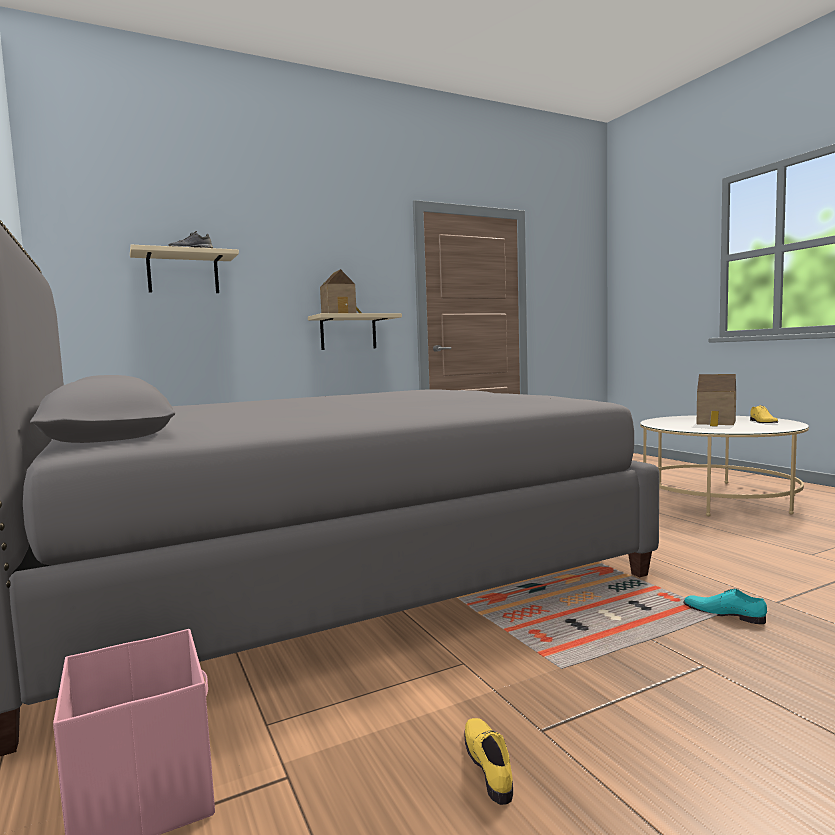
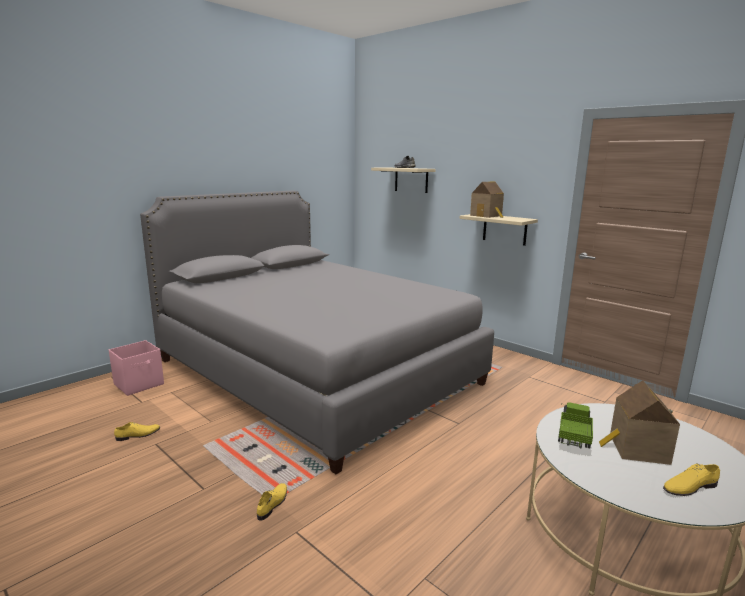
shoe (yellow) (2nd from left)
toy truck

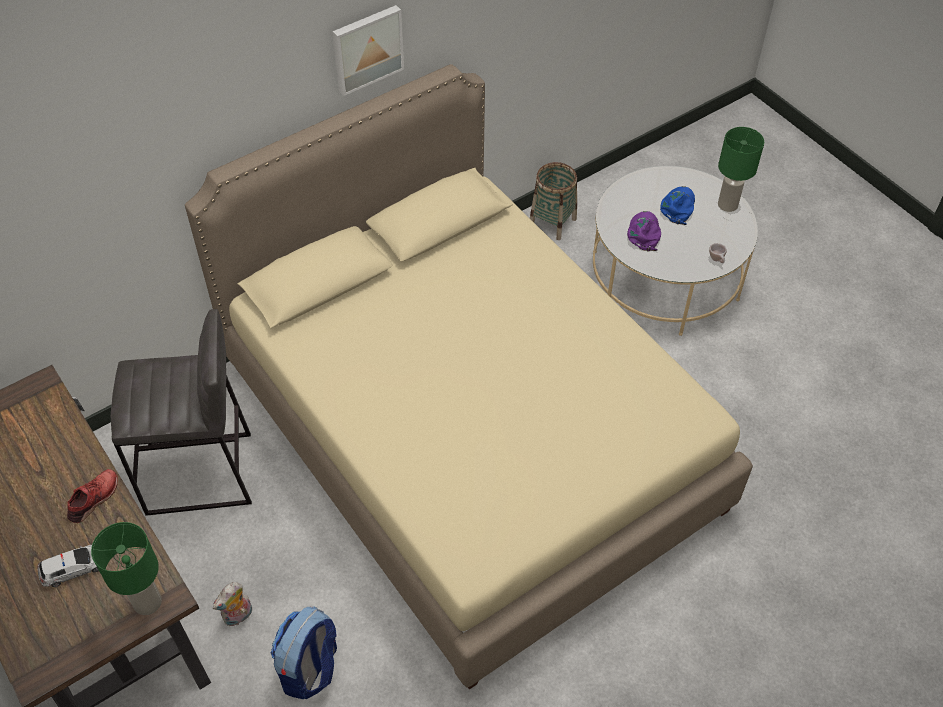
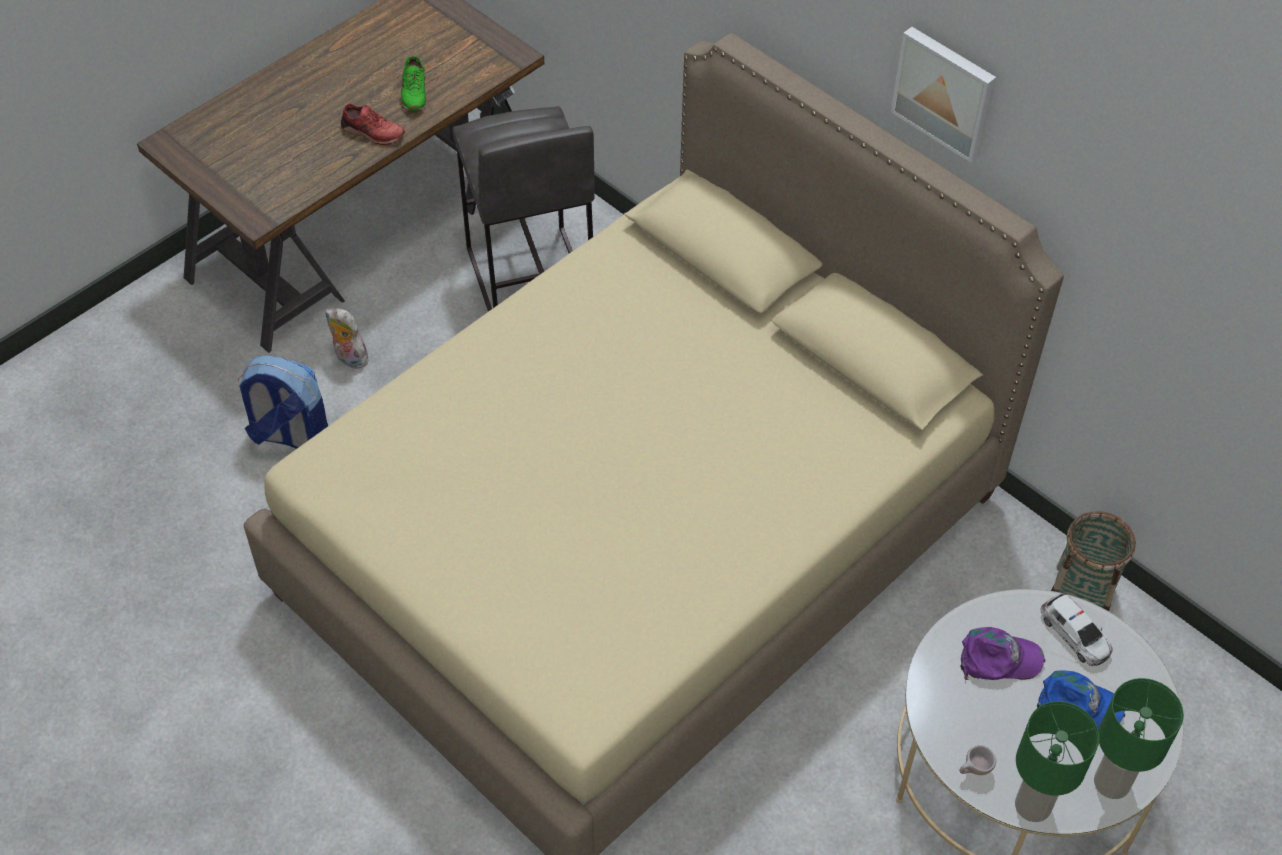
table lamp (green) (1st from left)
toy car
shoe (green)

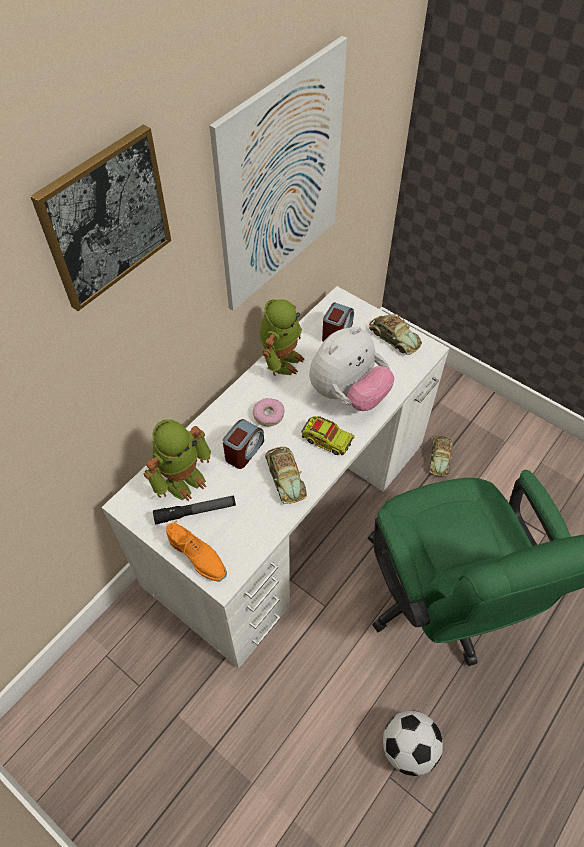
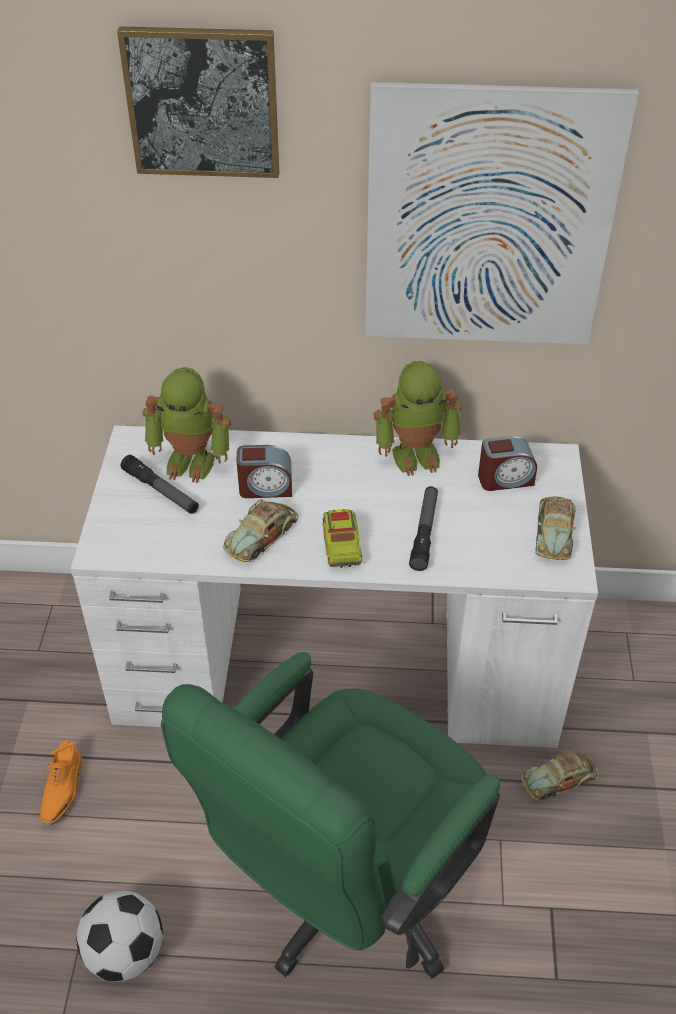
flashlight (2nd from left)
donut
shoe (orange)

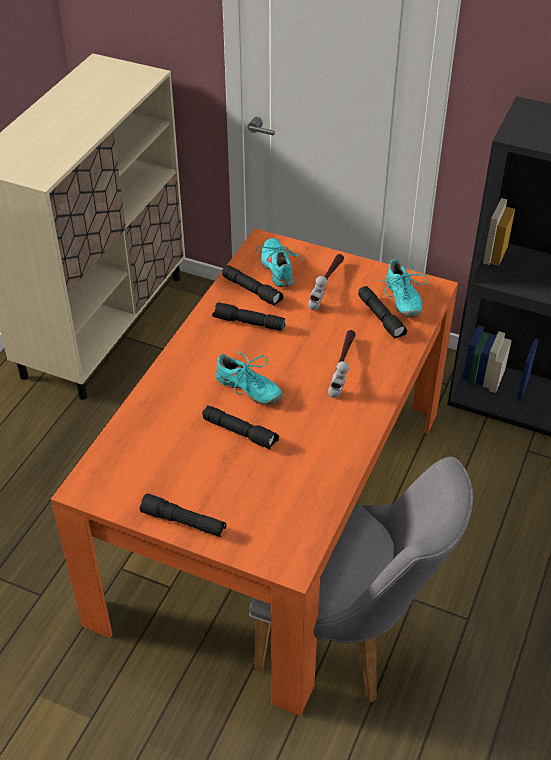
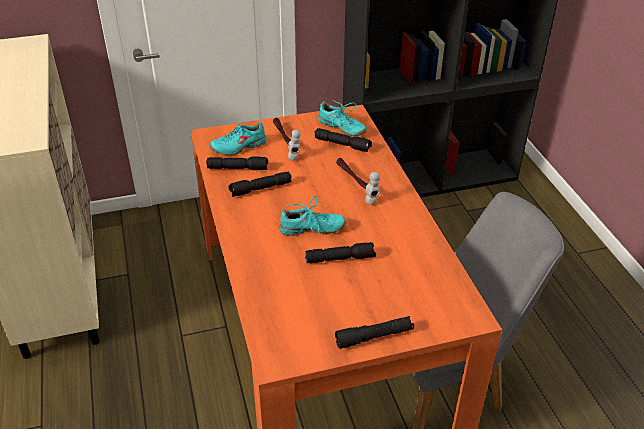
shoe (turquoise) (1st from left)

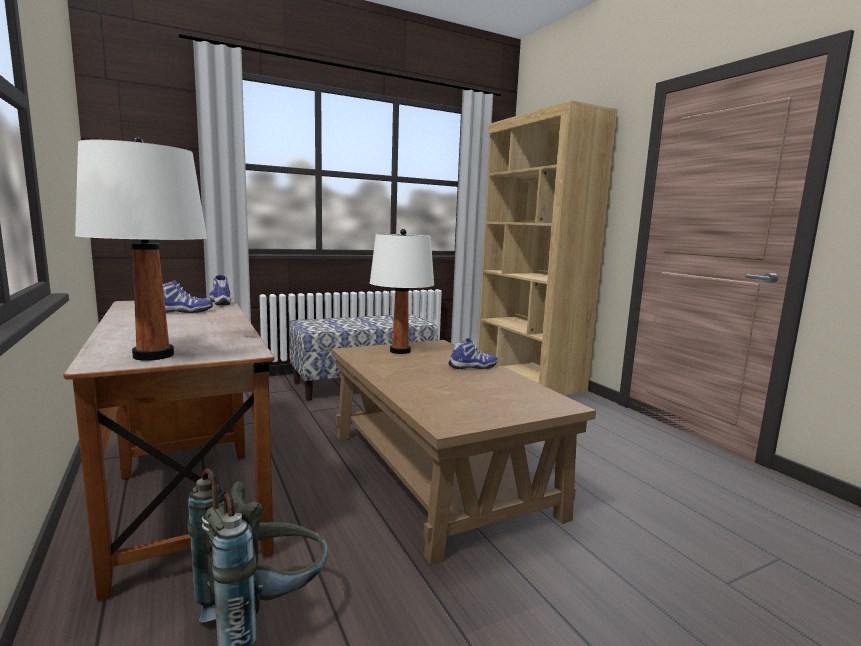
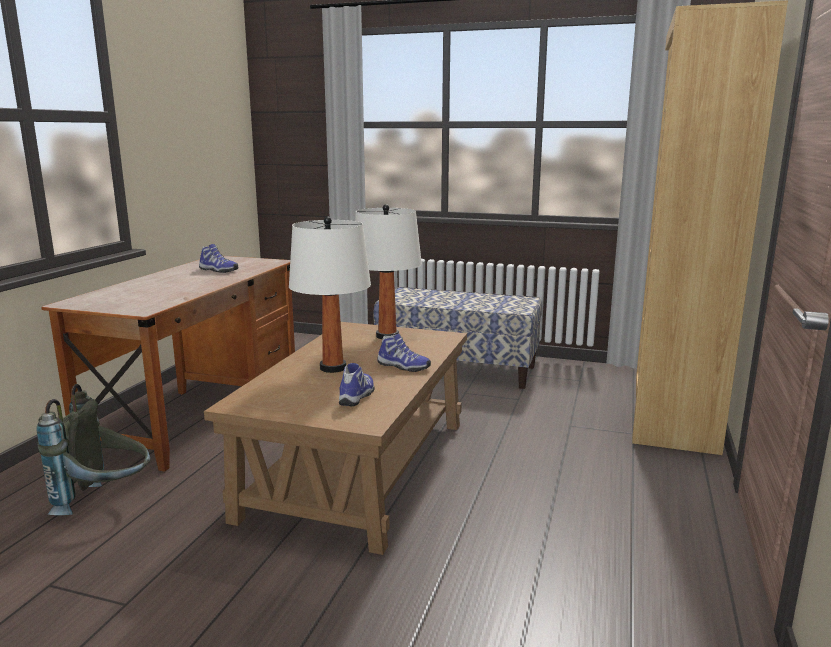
table lamp (white) (1st from left)
shoe (2nd from left)

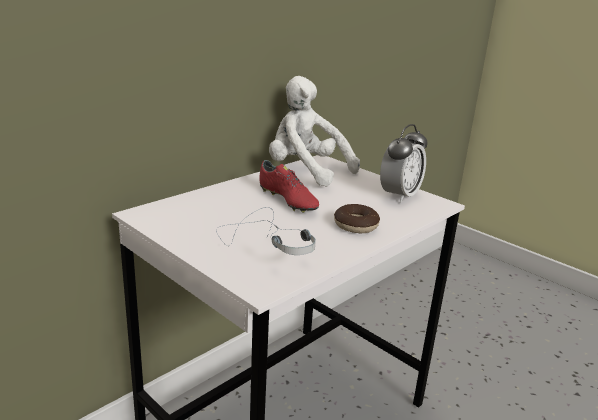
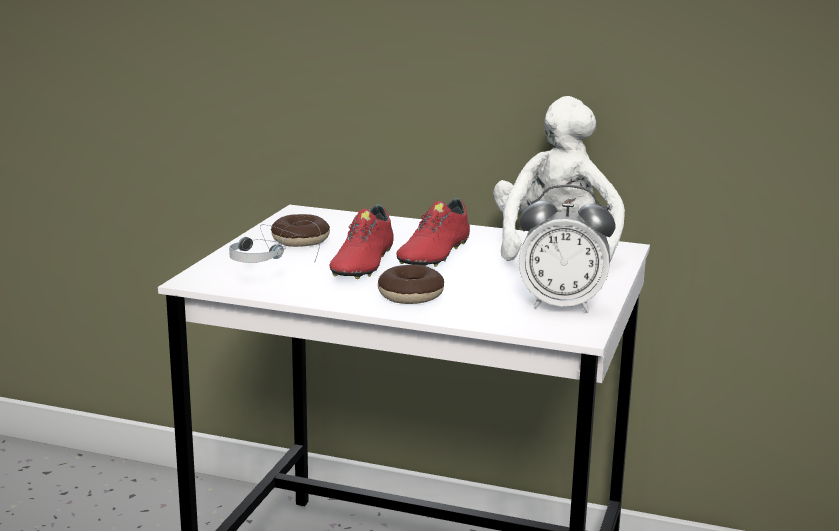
shoe (red) (1st from left)
donut (1st from left)

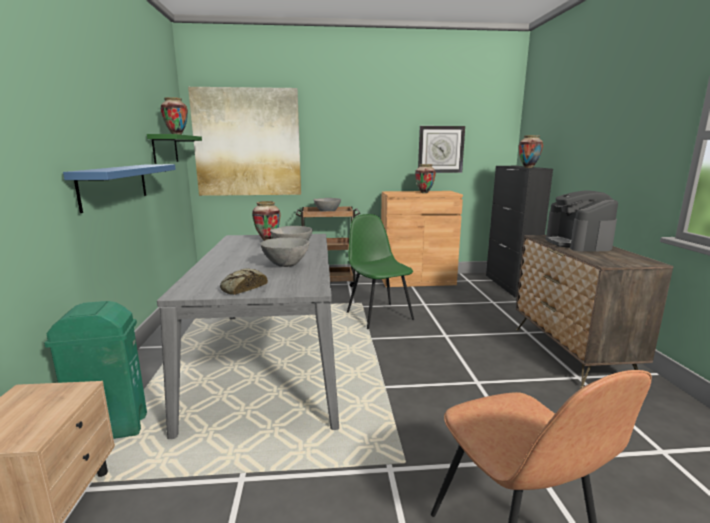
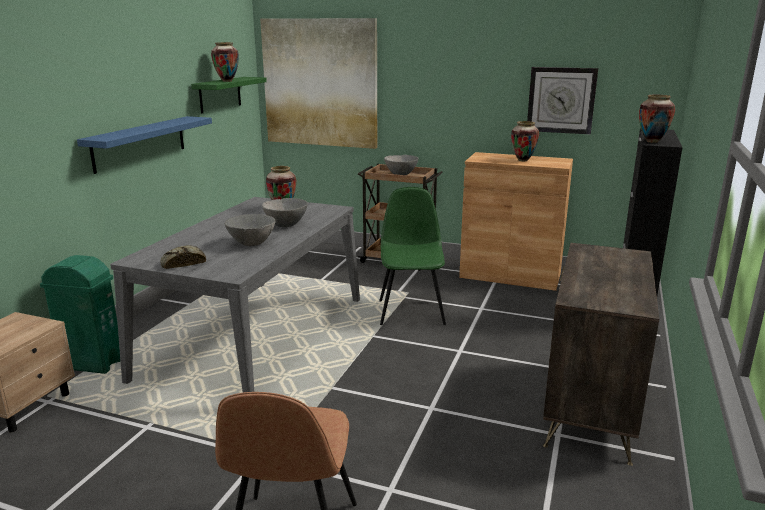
coffee machine

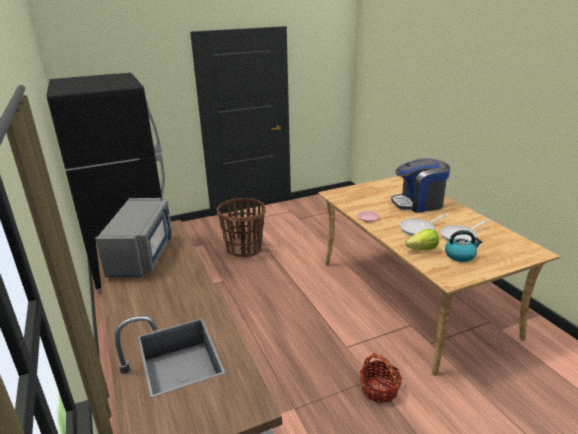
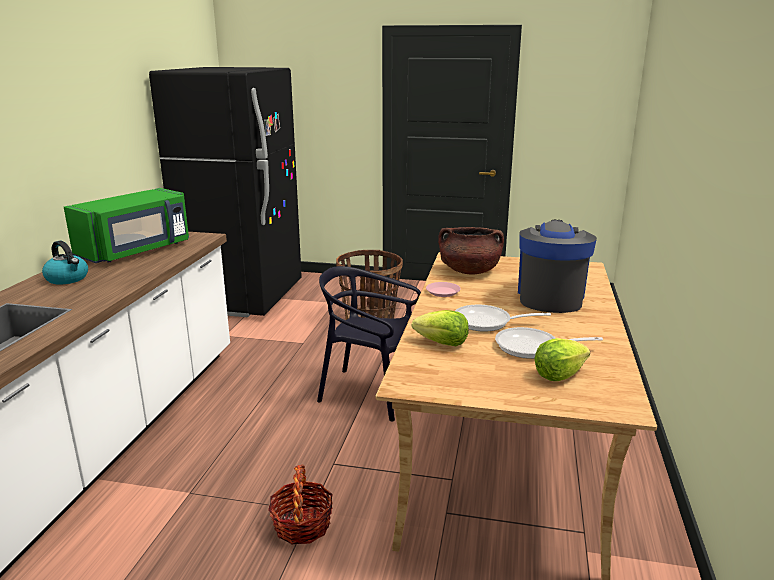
coffee machine
microwave (green)
kettle
cooking pot (brown)
chair (black)
lettuce (2nd from left)

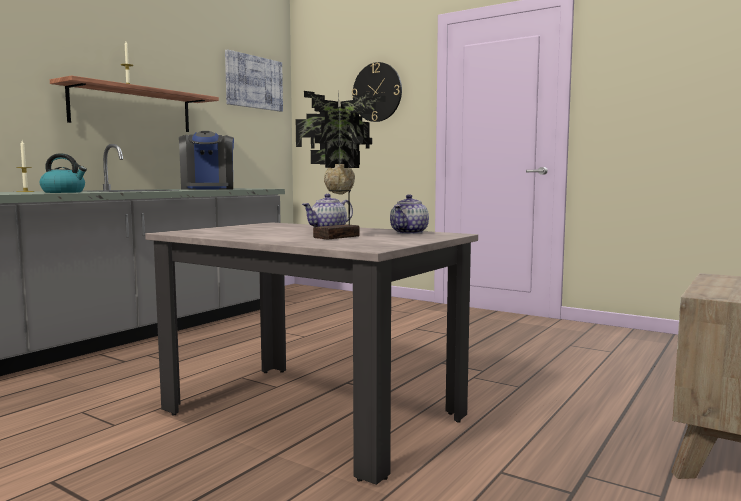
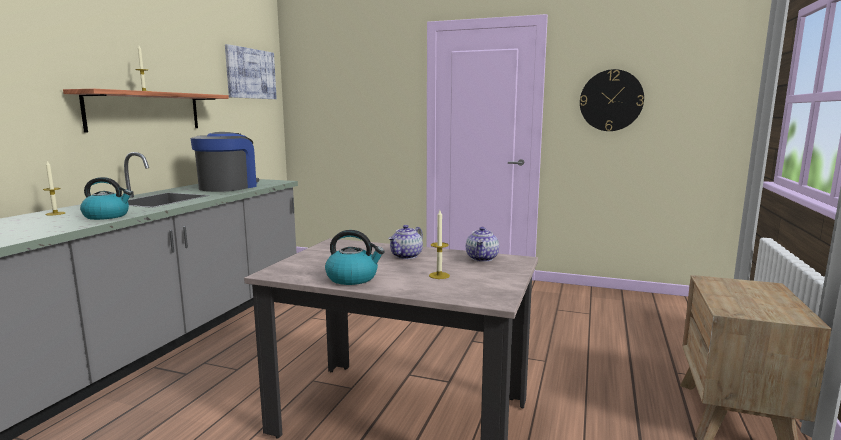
wall clock
candle (3rd from left)
coffee machine
kettle (2nd from left)

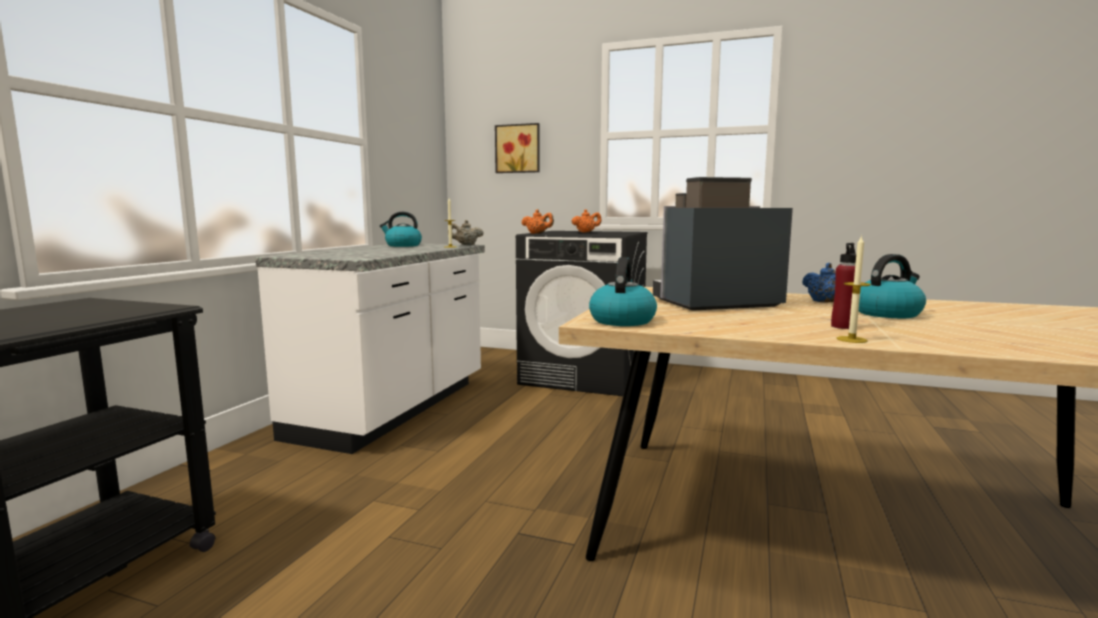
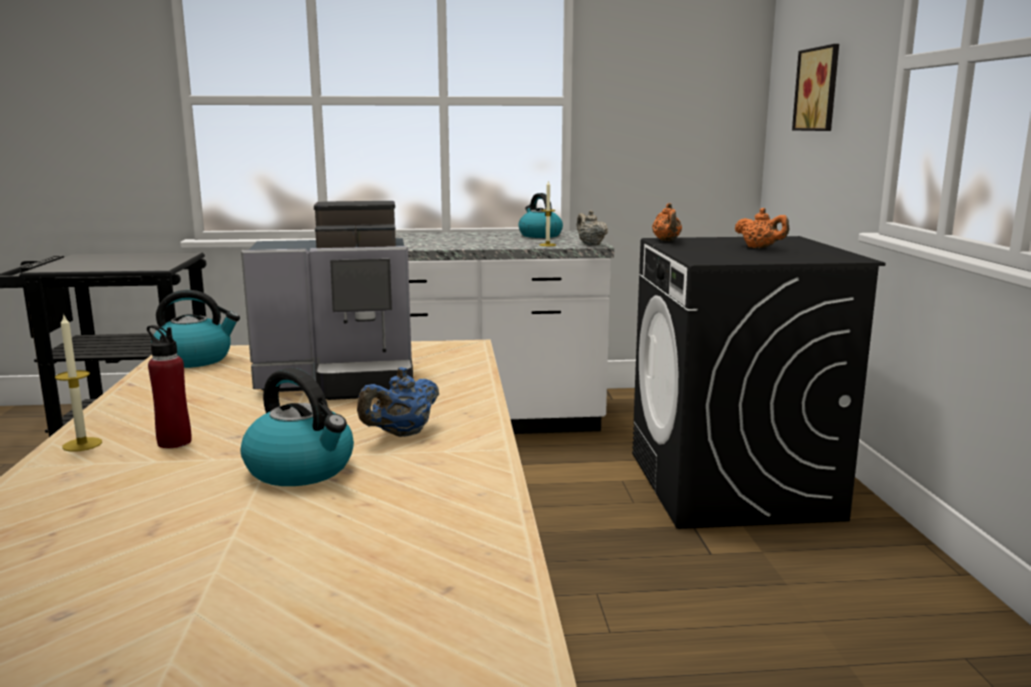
coffee machine

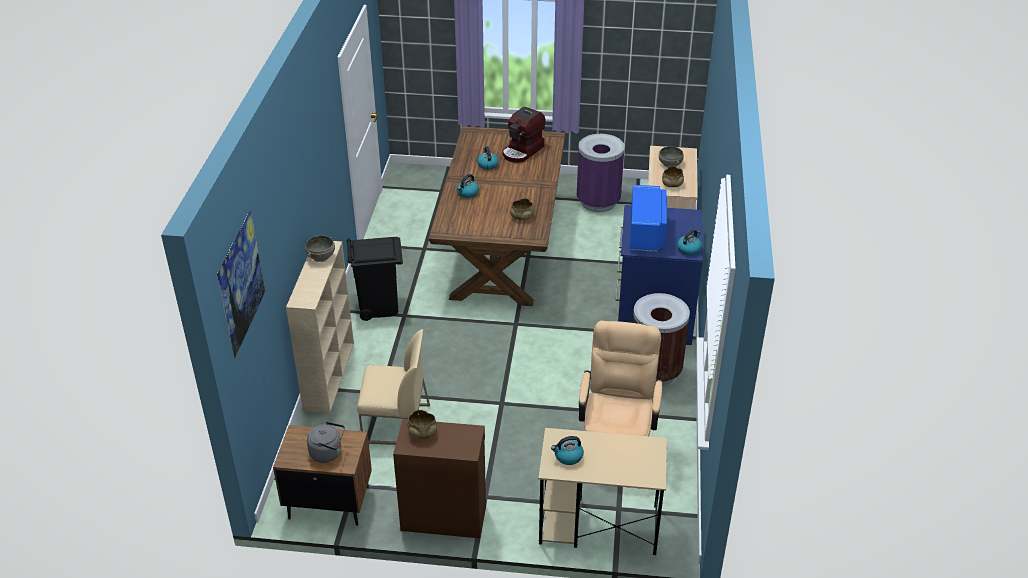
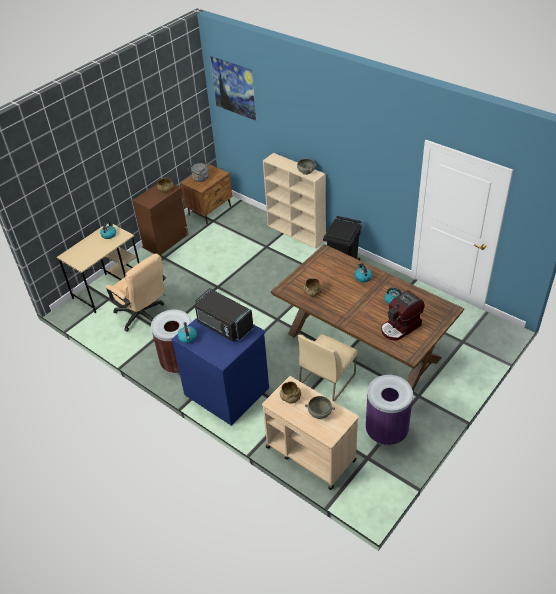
coffee machine
microwave (black)
chair (beige)

